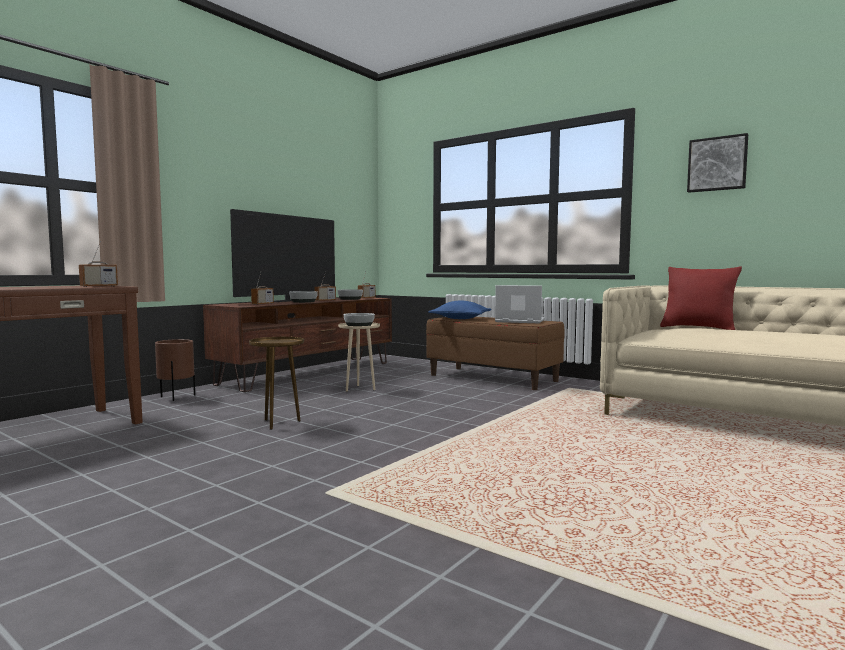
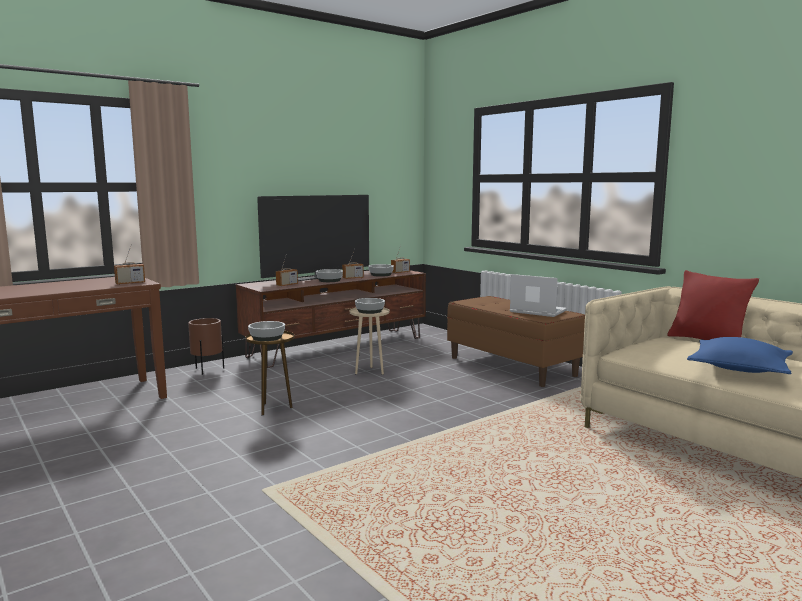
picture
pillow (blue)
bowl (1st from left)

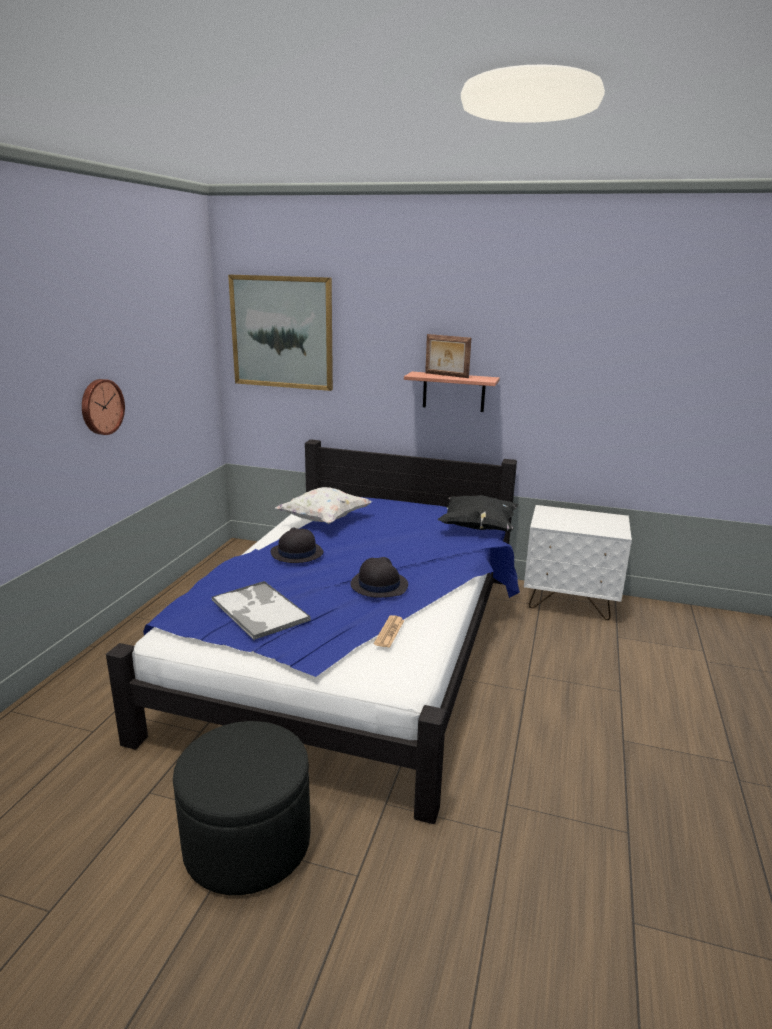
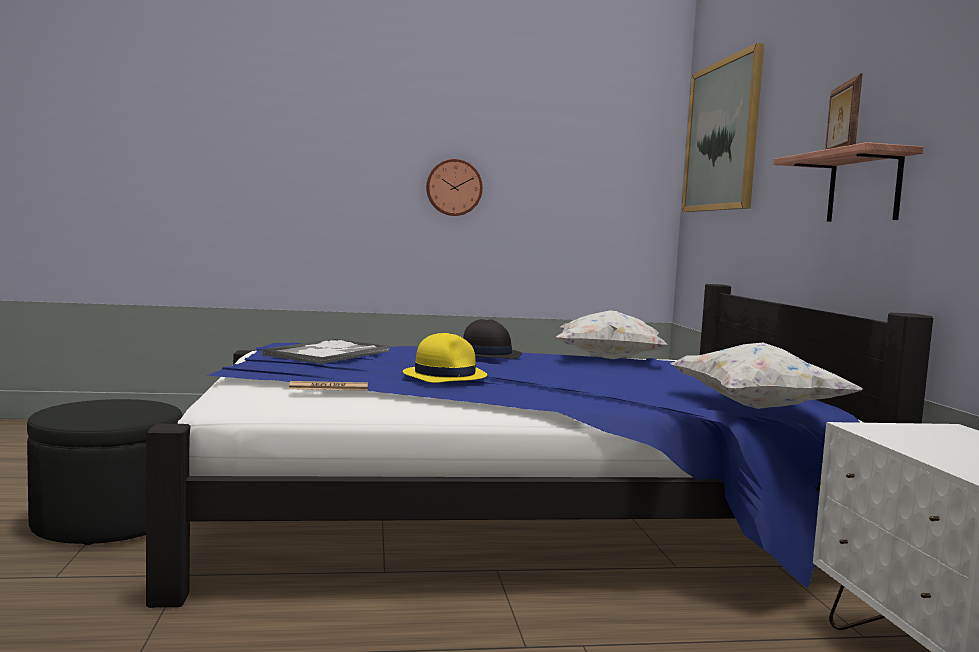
pillow (white) (2nd from left)
hat (yellow)

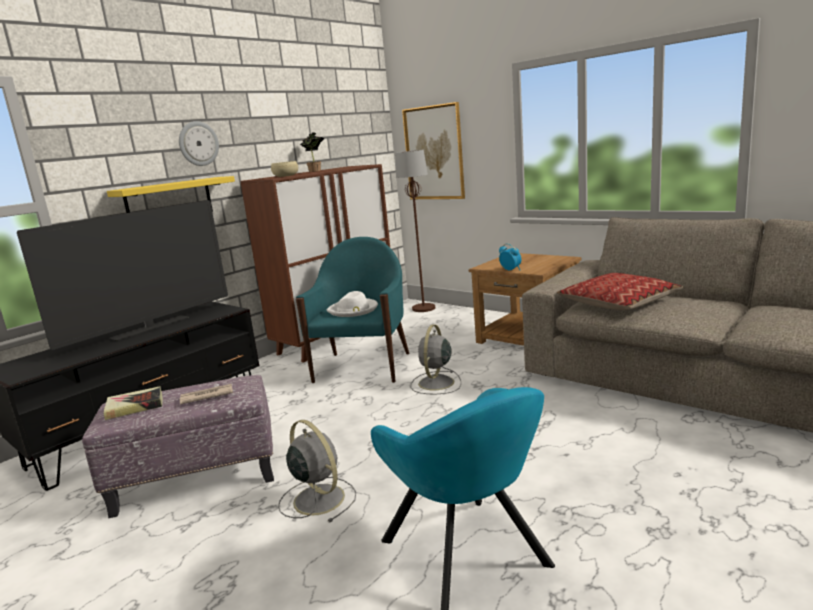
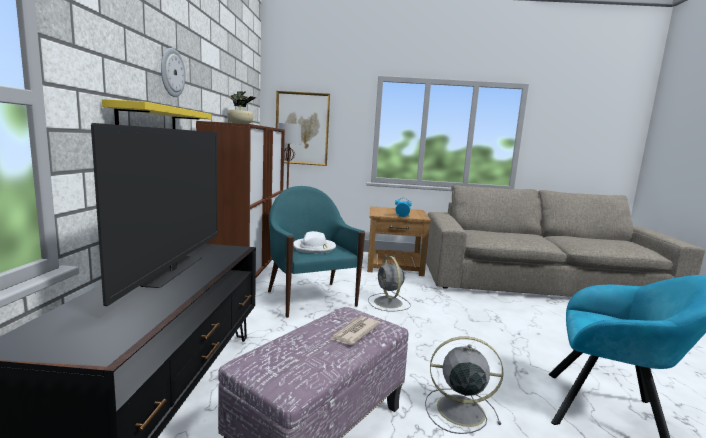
pillow
book

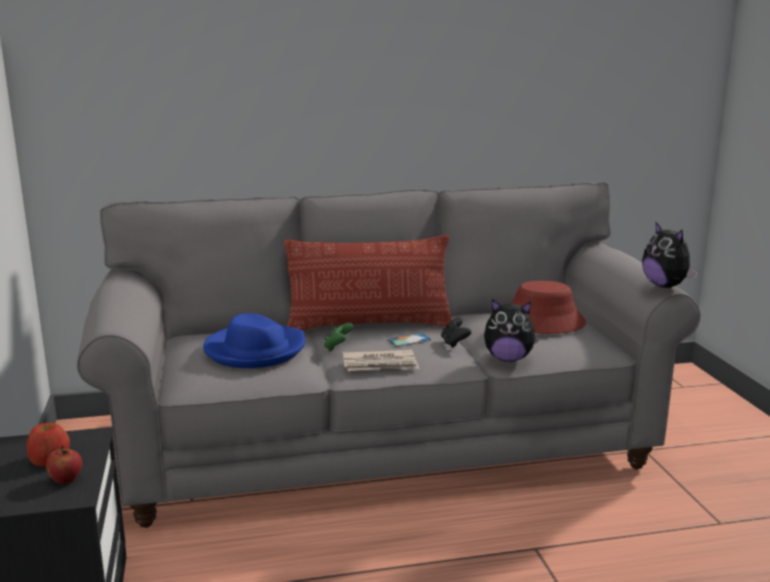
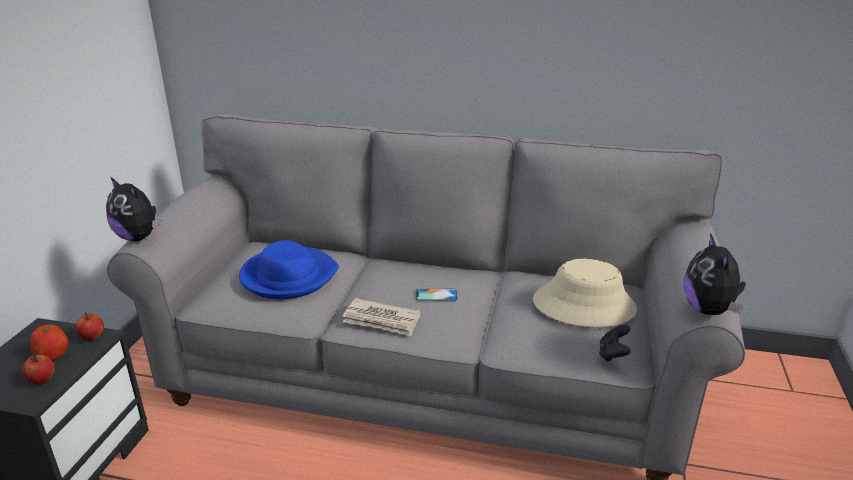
pillow
hat (beige)
plush toy (1st from left)
game controller (black)
game controller (green)
apple (3rd from left)

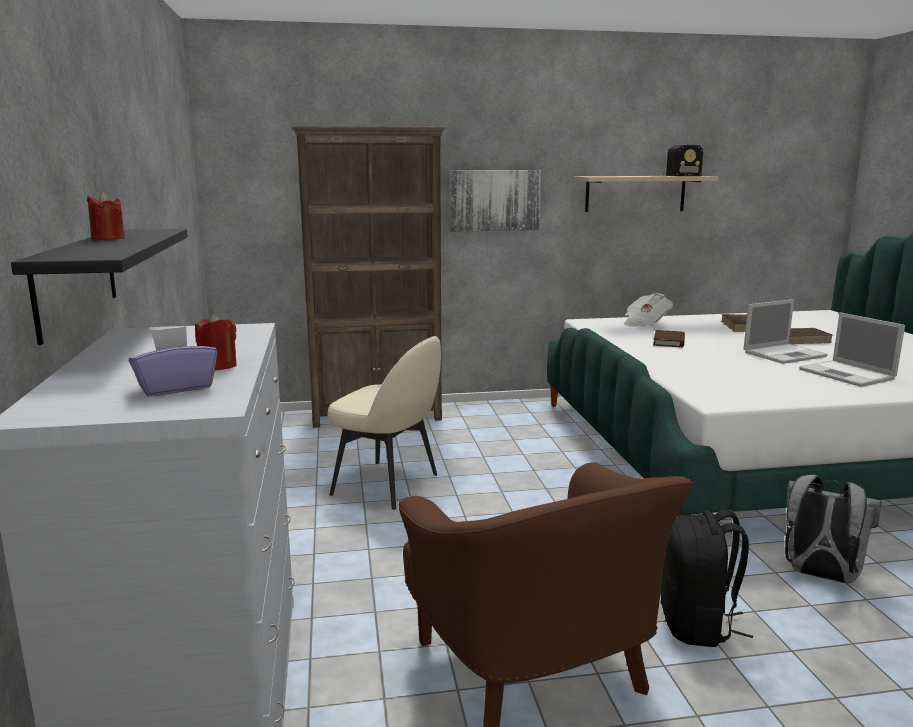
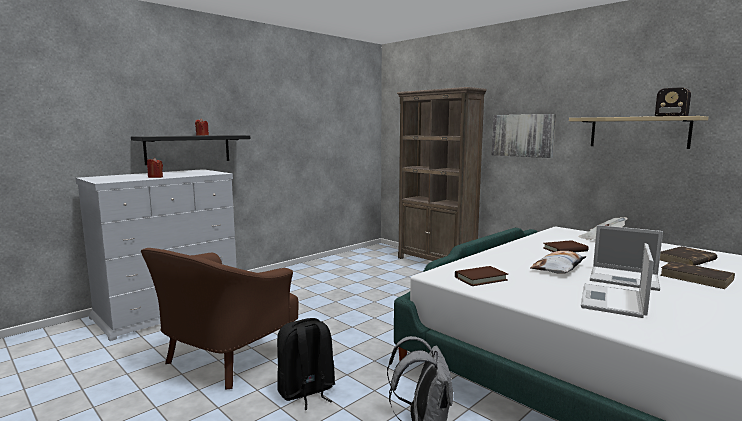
tissue box (purple)
chair (beige)
pillow
book (brown) (1st from left)

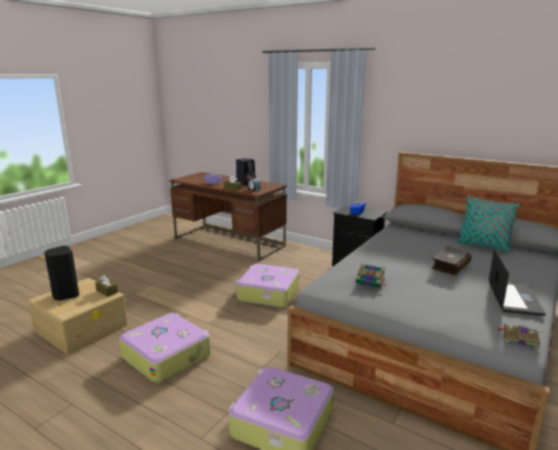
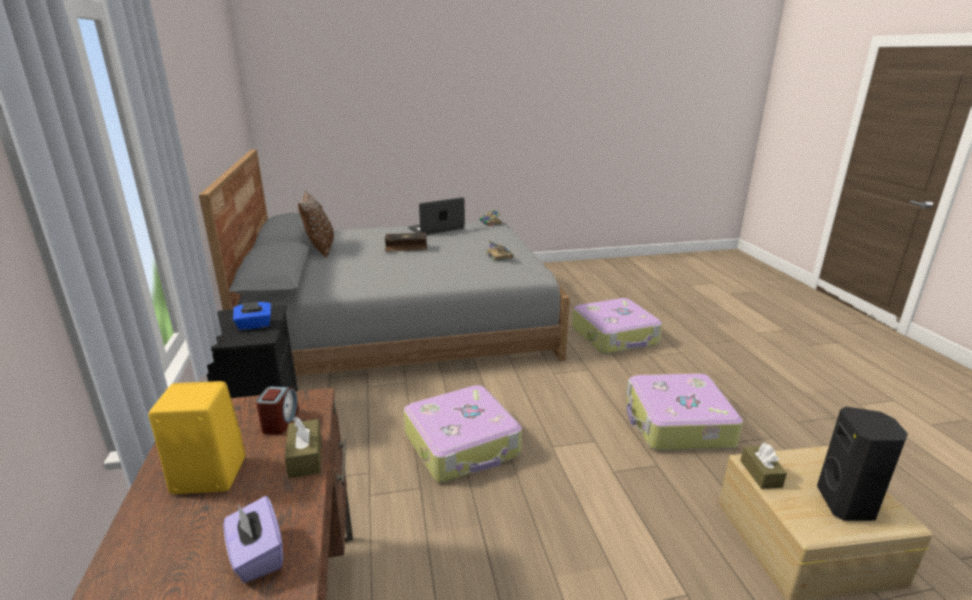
speaker (yellow)
pillow (brown)

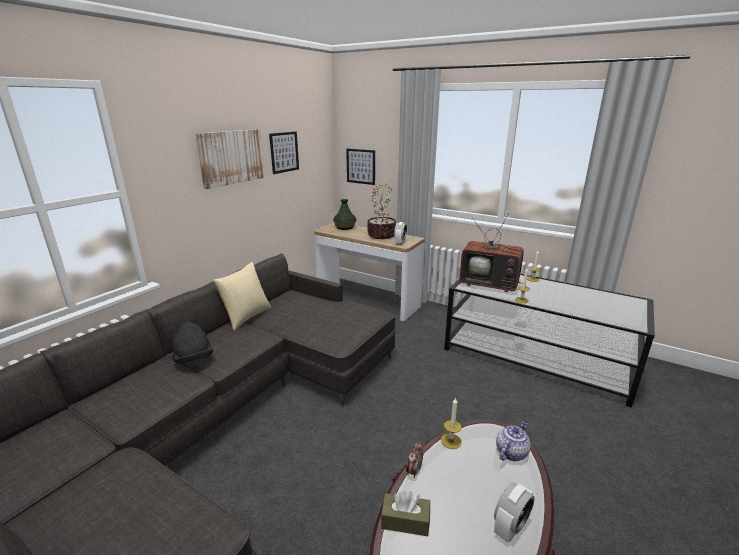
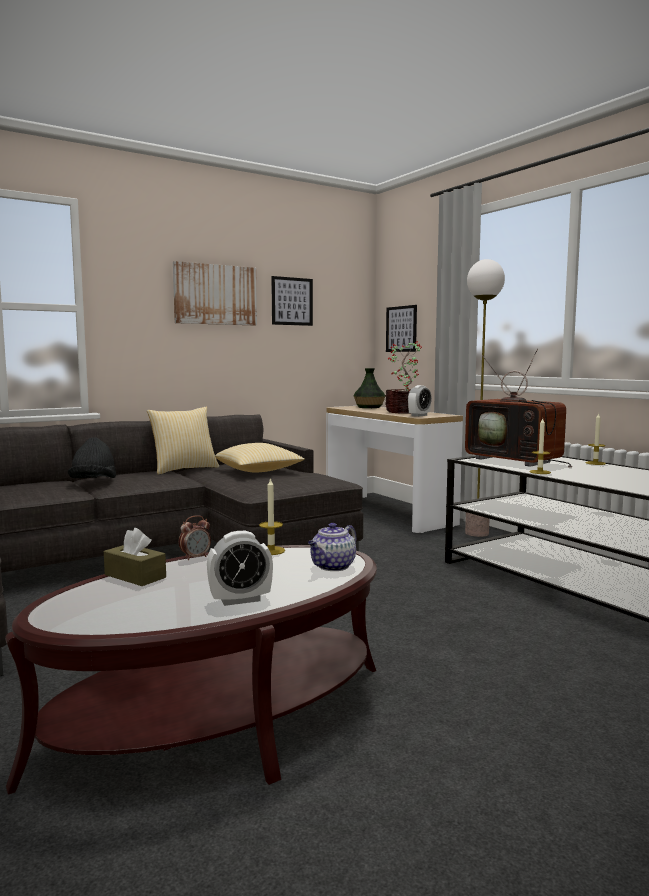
teapot
floor lamp
pillow (2nd from left)

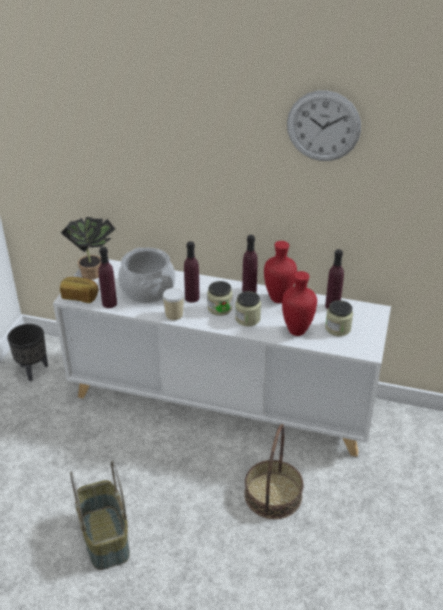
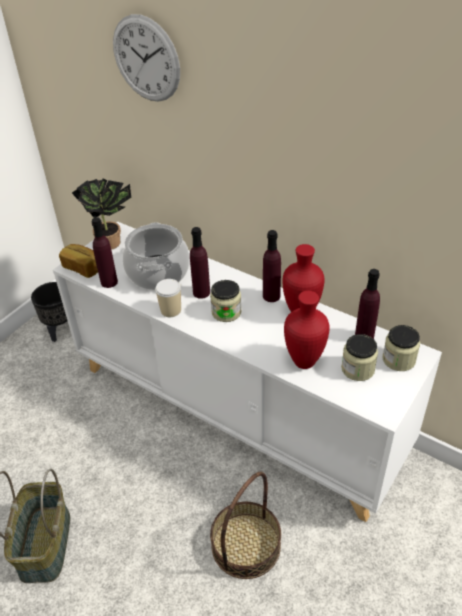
wall clock
jar (3rd from left)

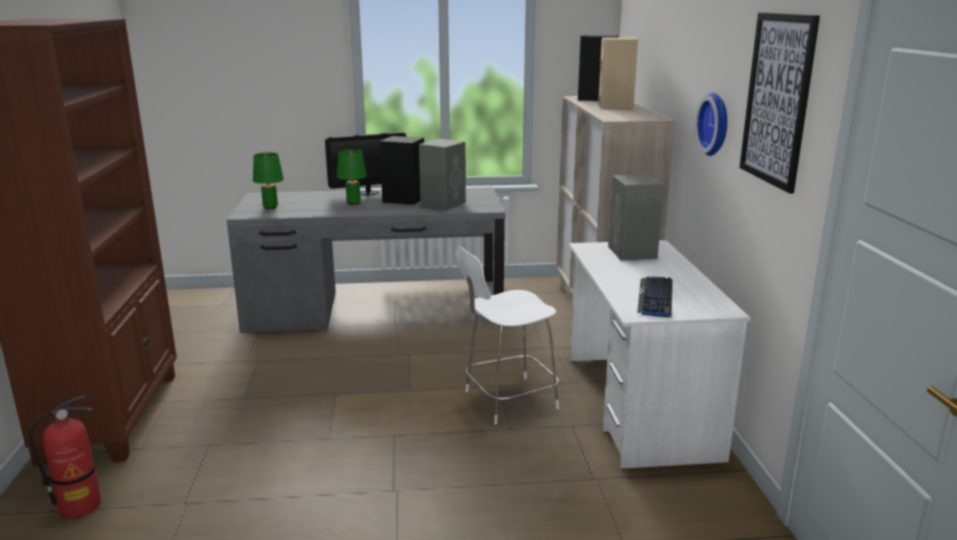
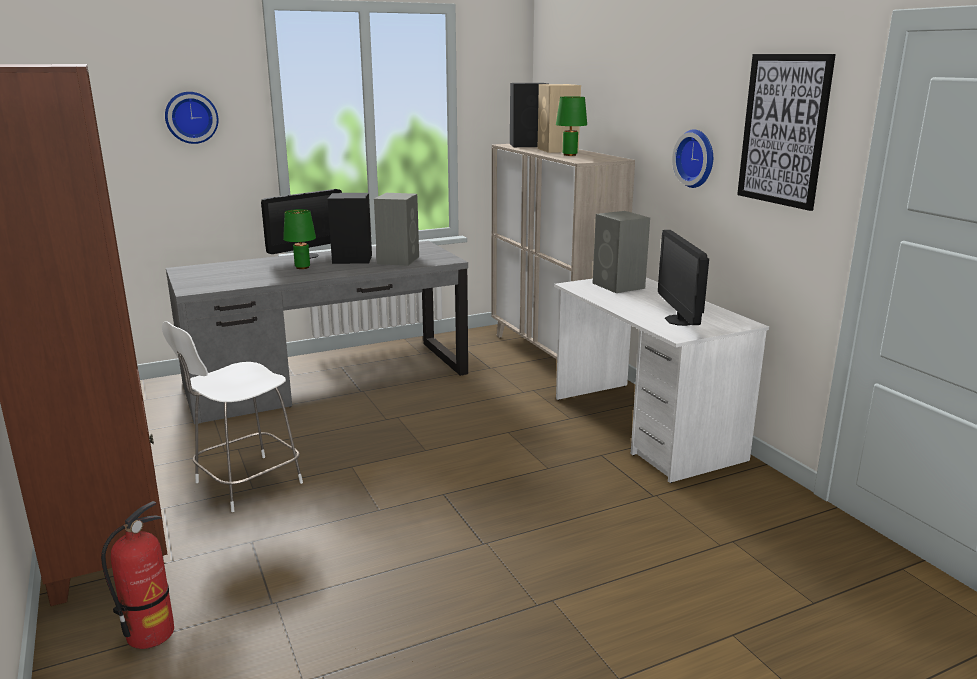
table lamp (green) (2nd from left)
chair (white)
monitor (2nd from left)
wall clock (1st from left)

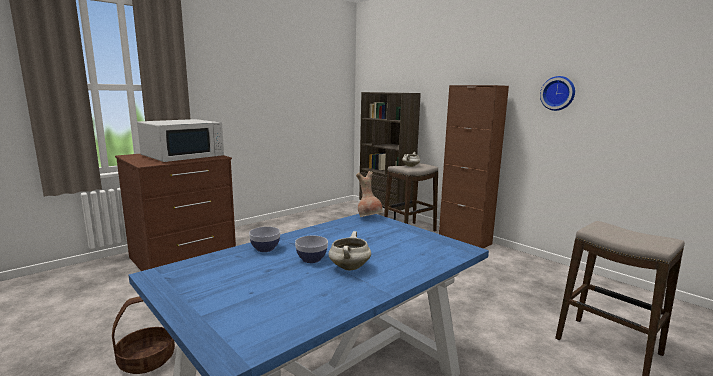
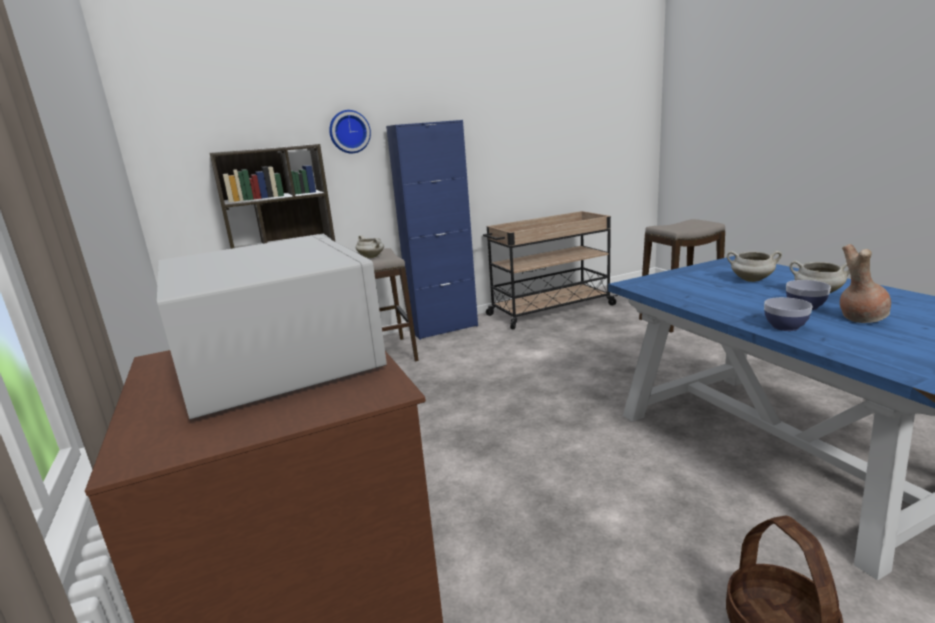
wall clock
cabinet (blue)
vase (brown)
cart (beige)
cooking pot (white) (2nd from left)

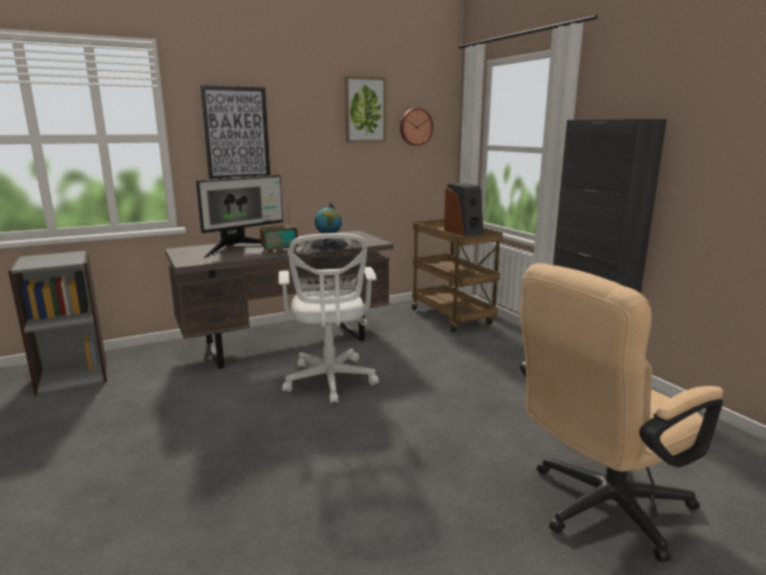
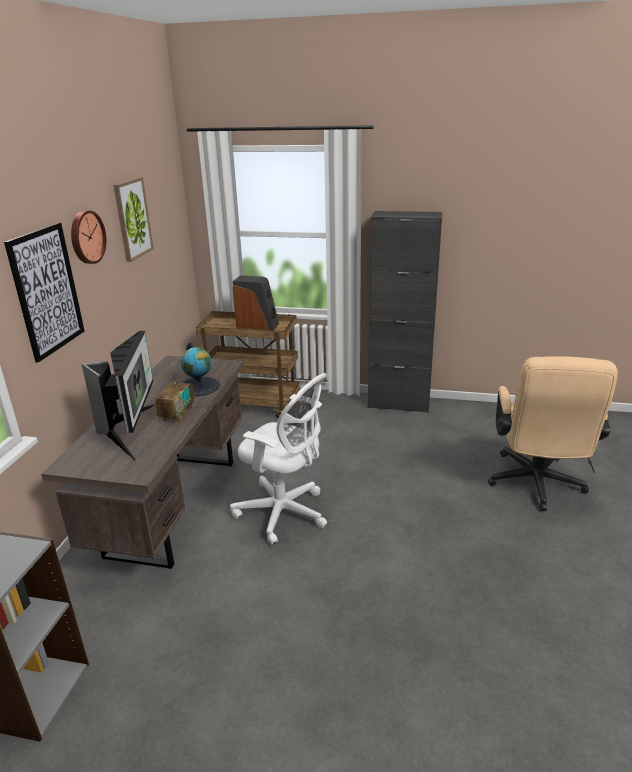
wall clock

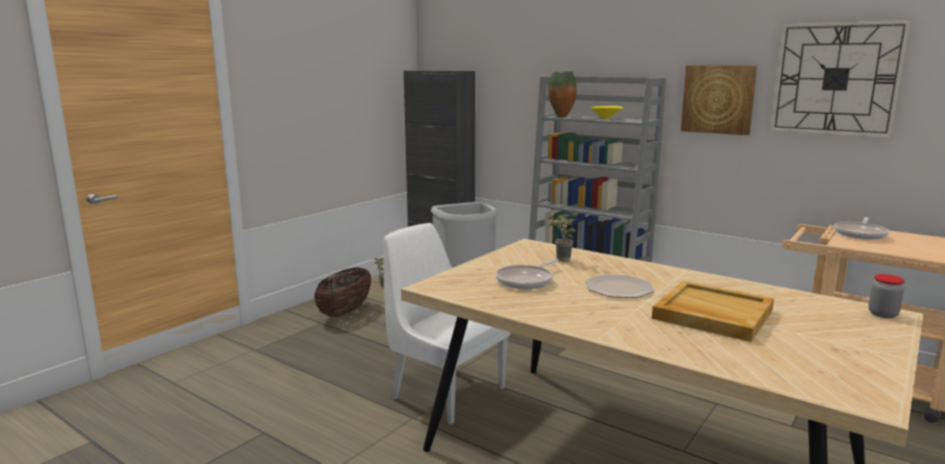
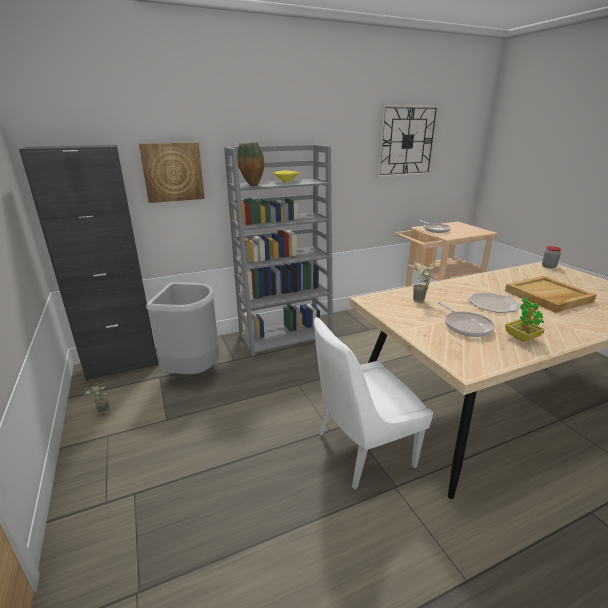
picture
basket
potted plant (3rd from left)

